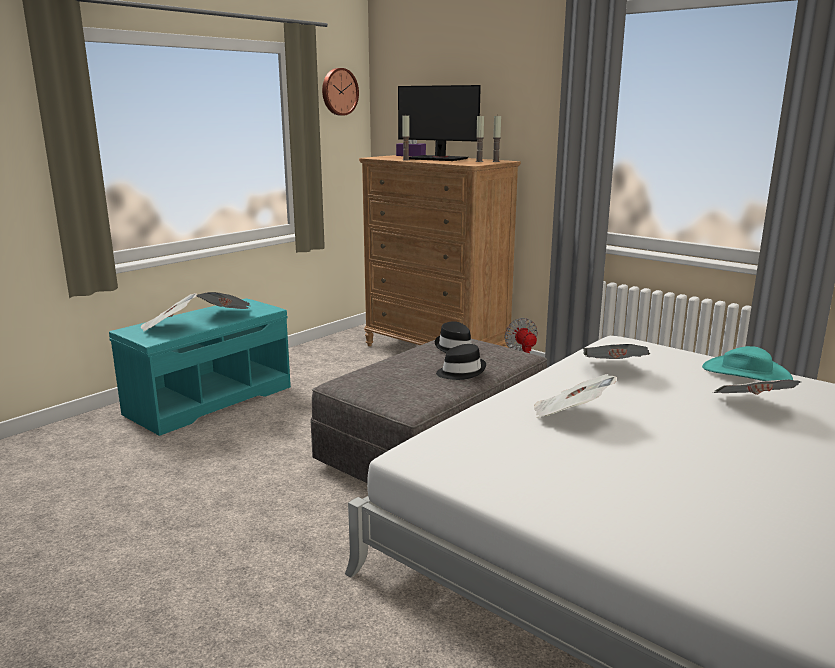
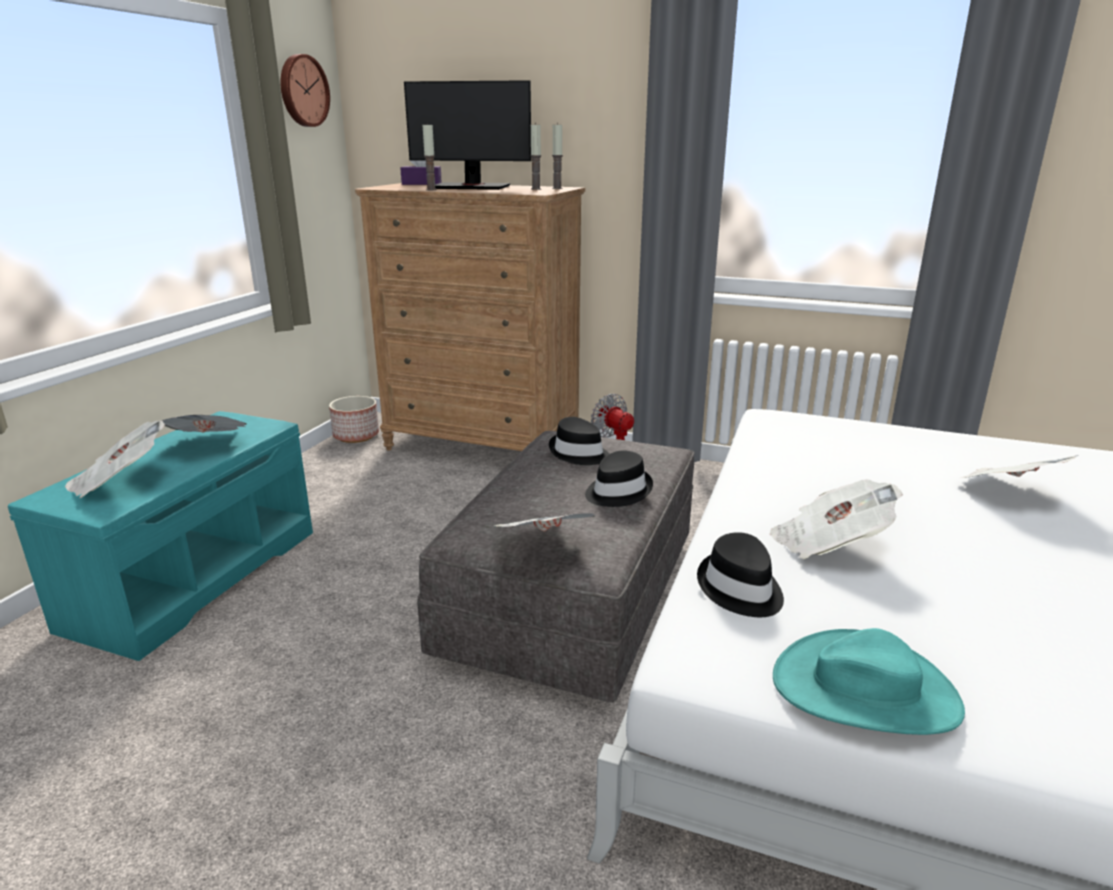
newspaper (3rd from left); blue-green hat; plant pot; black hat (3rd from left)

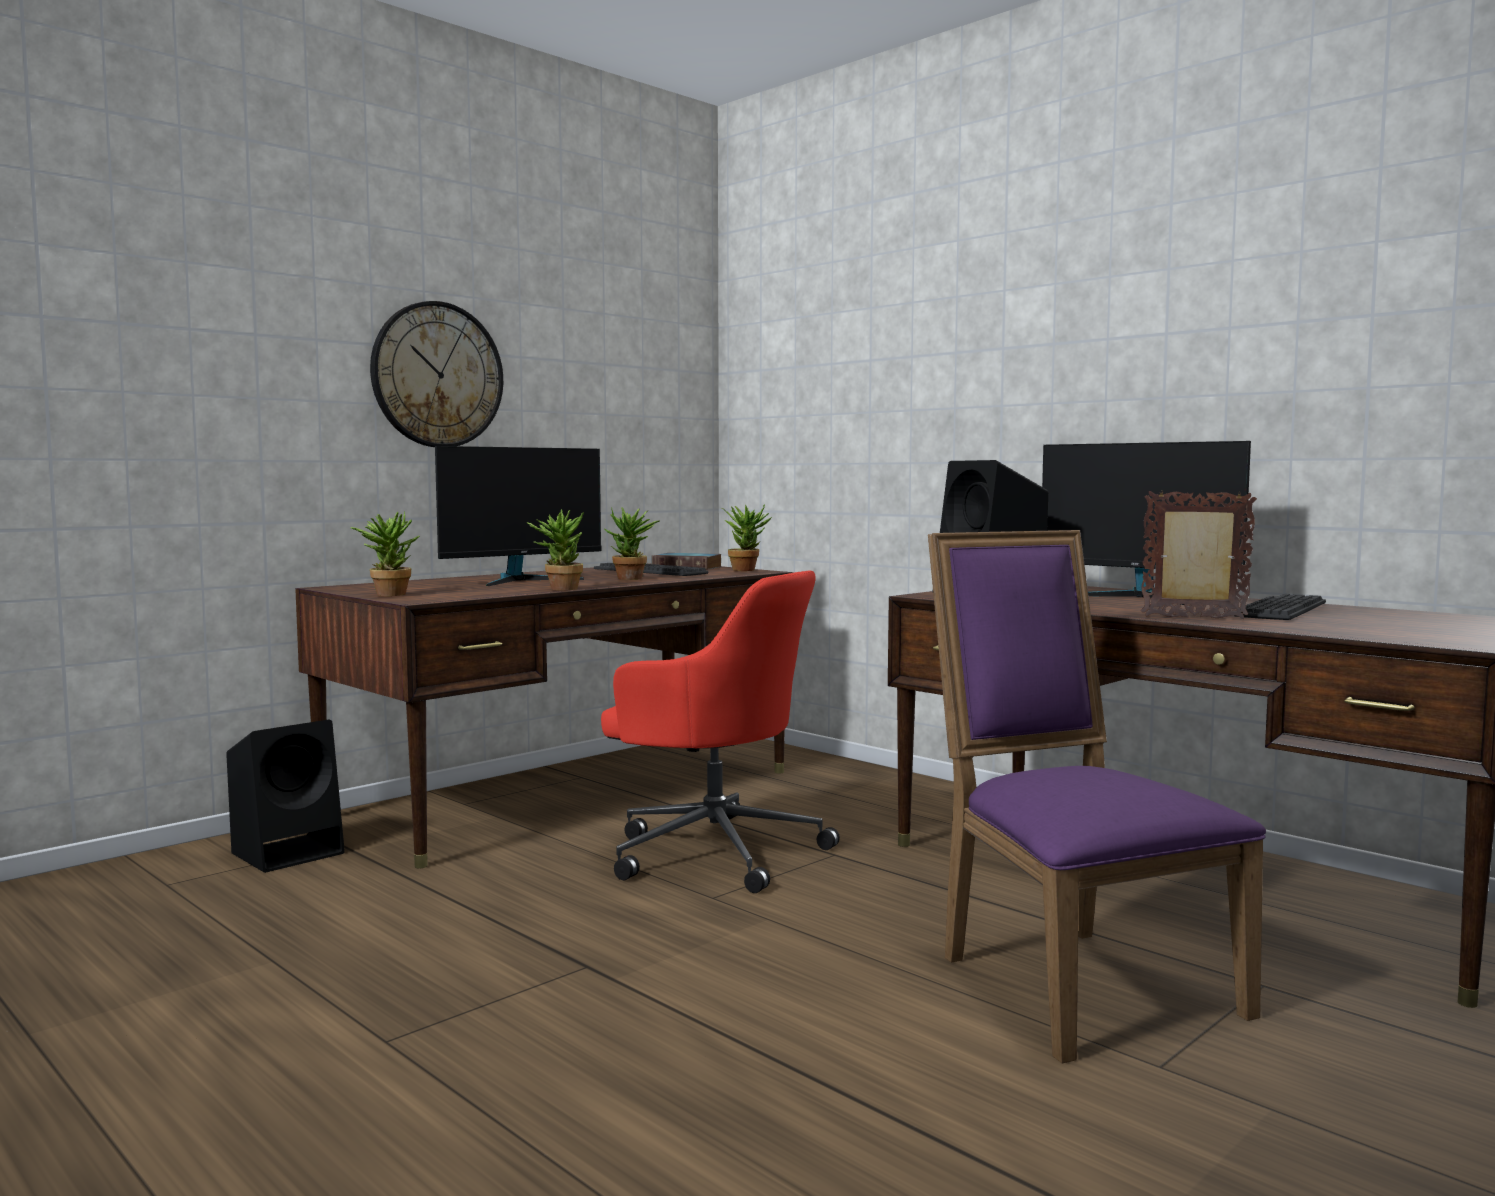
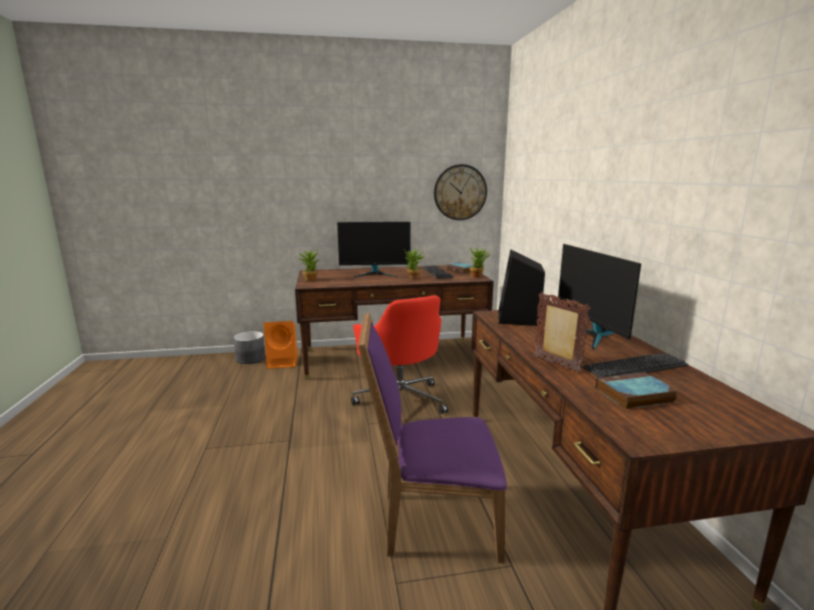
orangey audio speaker; clock on the wall; potted plant (2nd from left in the first image); purple chair; grey plant pot; book (2nd from left)

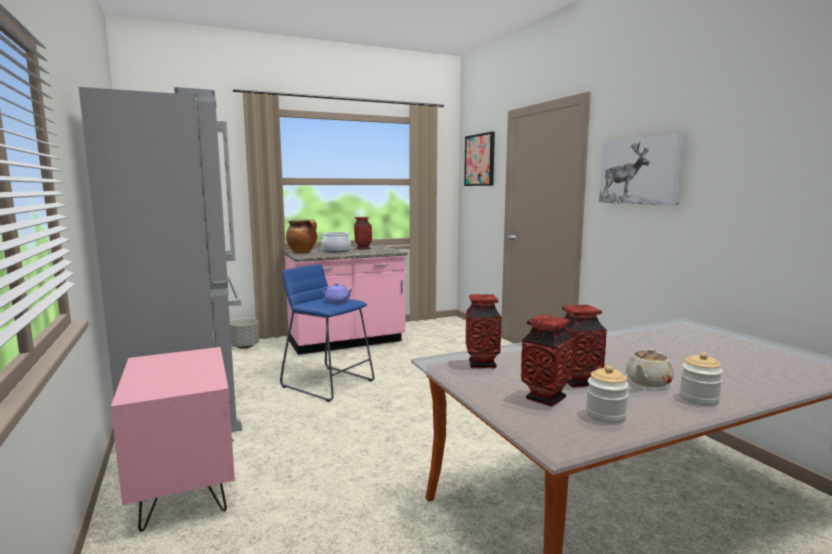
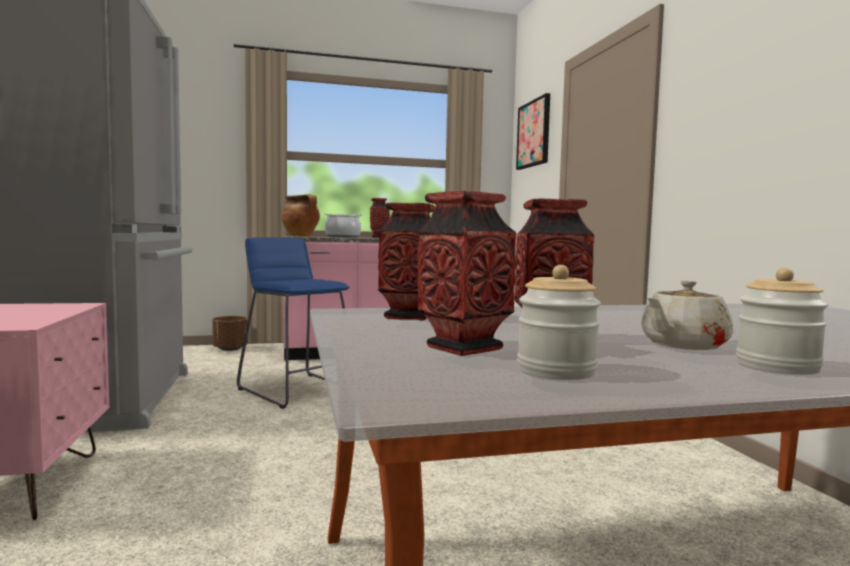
brown plant pot; purple teapot; wall art (2nd from left in the first image)

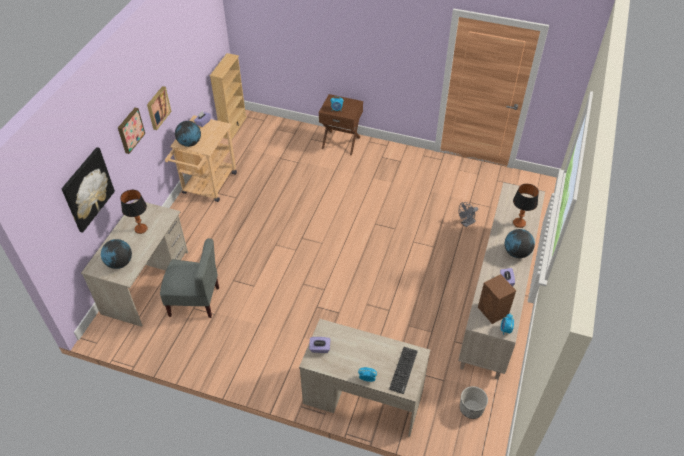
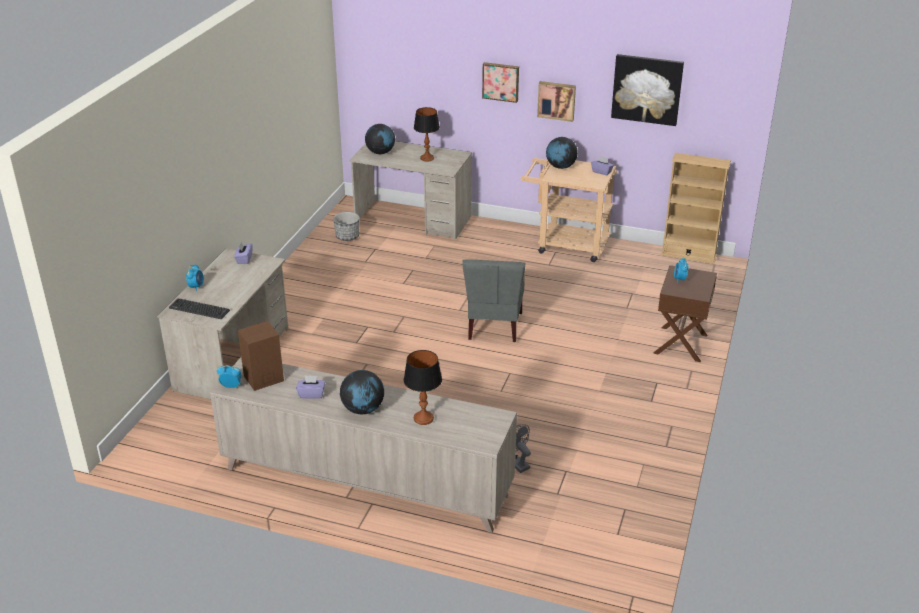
wall art (3rd from left); grey chair; plant pot

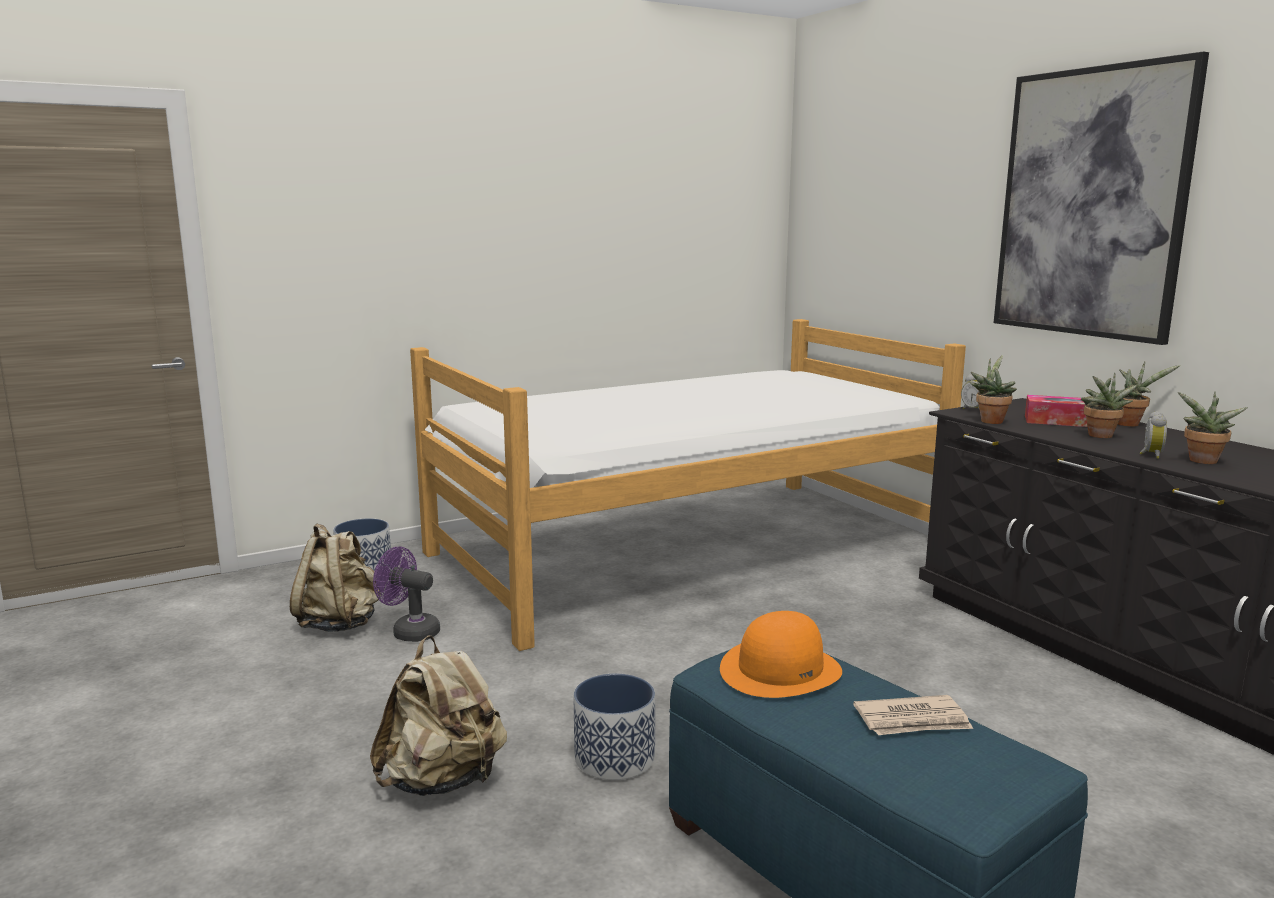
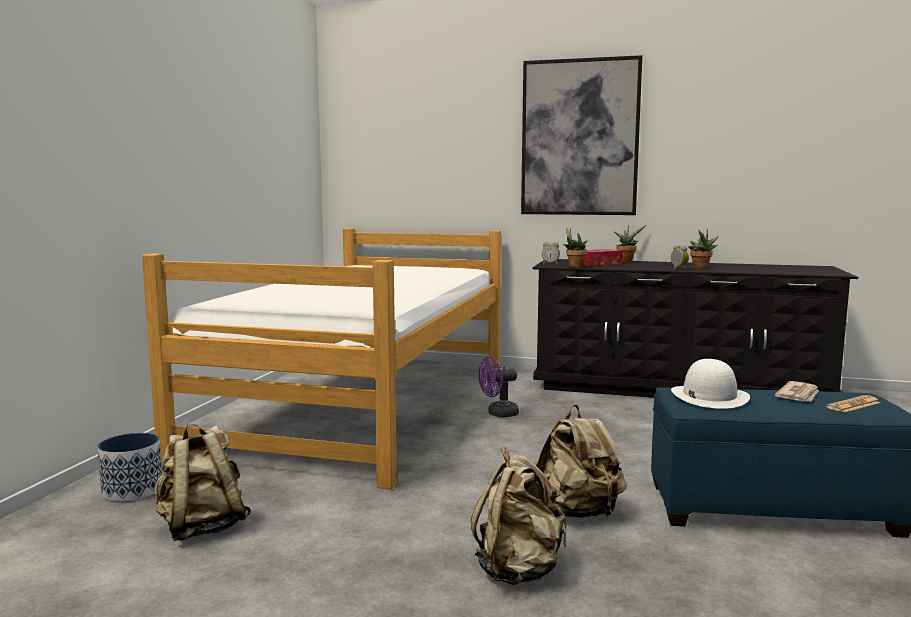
purple electric fan; sand-coloured backpack (3rd from left); whitish hat; potted plant (2nd from left in the first image); newspaper (2nd from left)

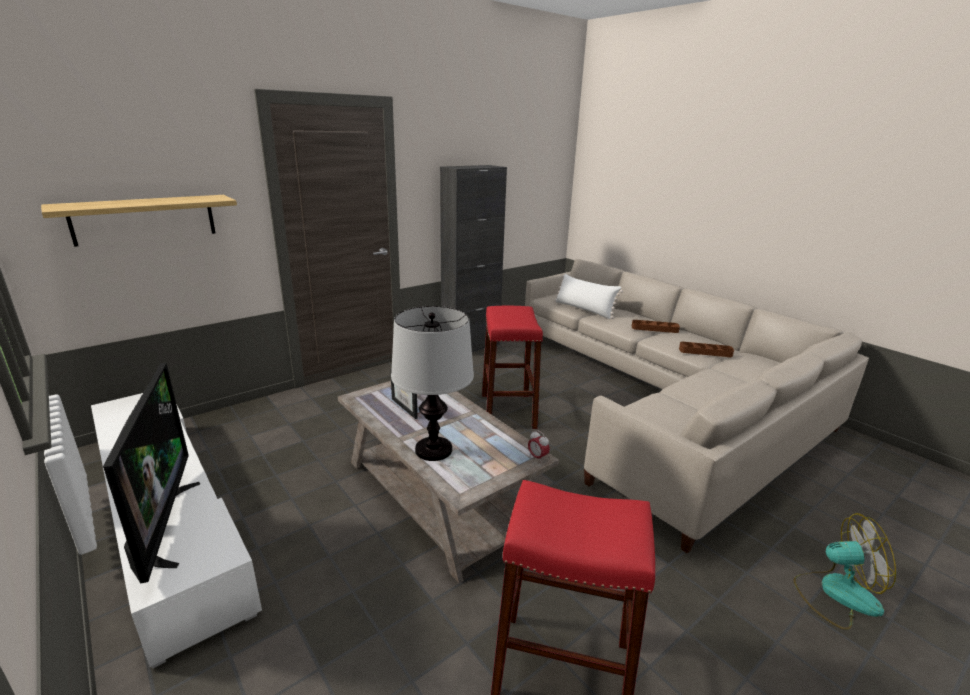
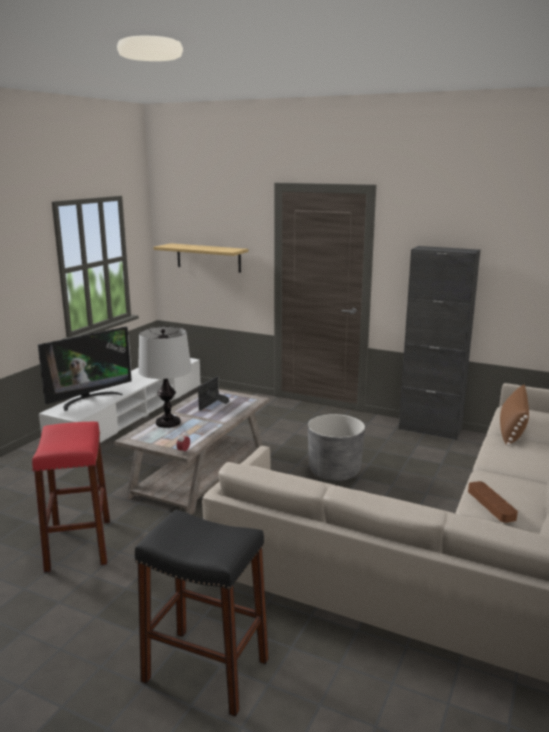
grey plant pot; brown throw pillow; brown serving tray (1st from left in the first image); black stool

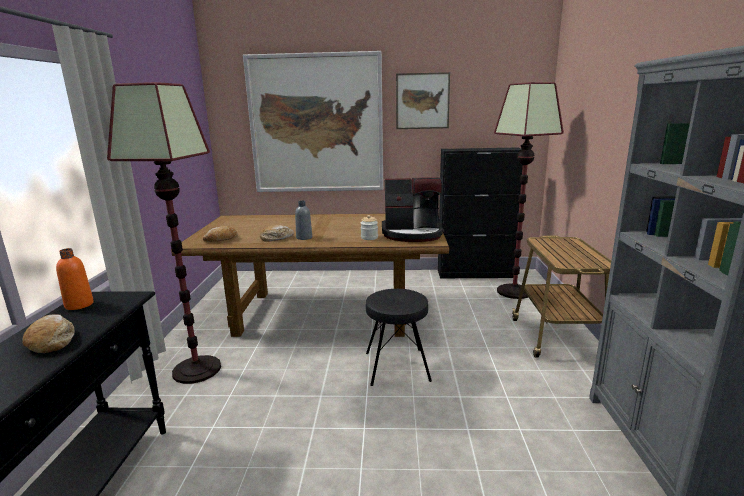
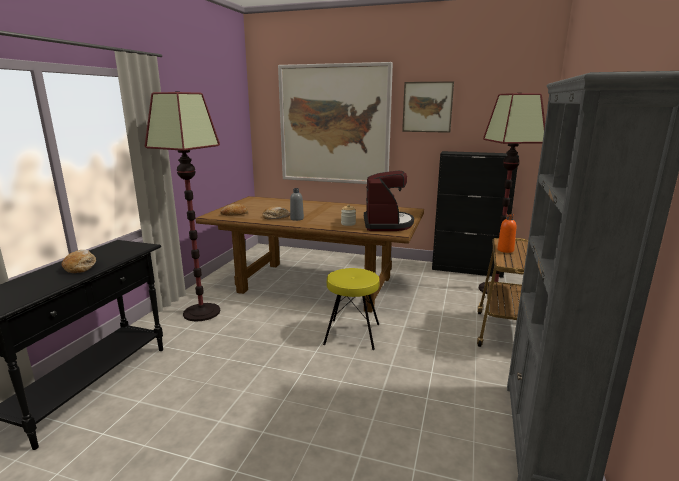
orangey beverage bottle; yellow-coloured stool; coffee machine

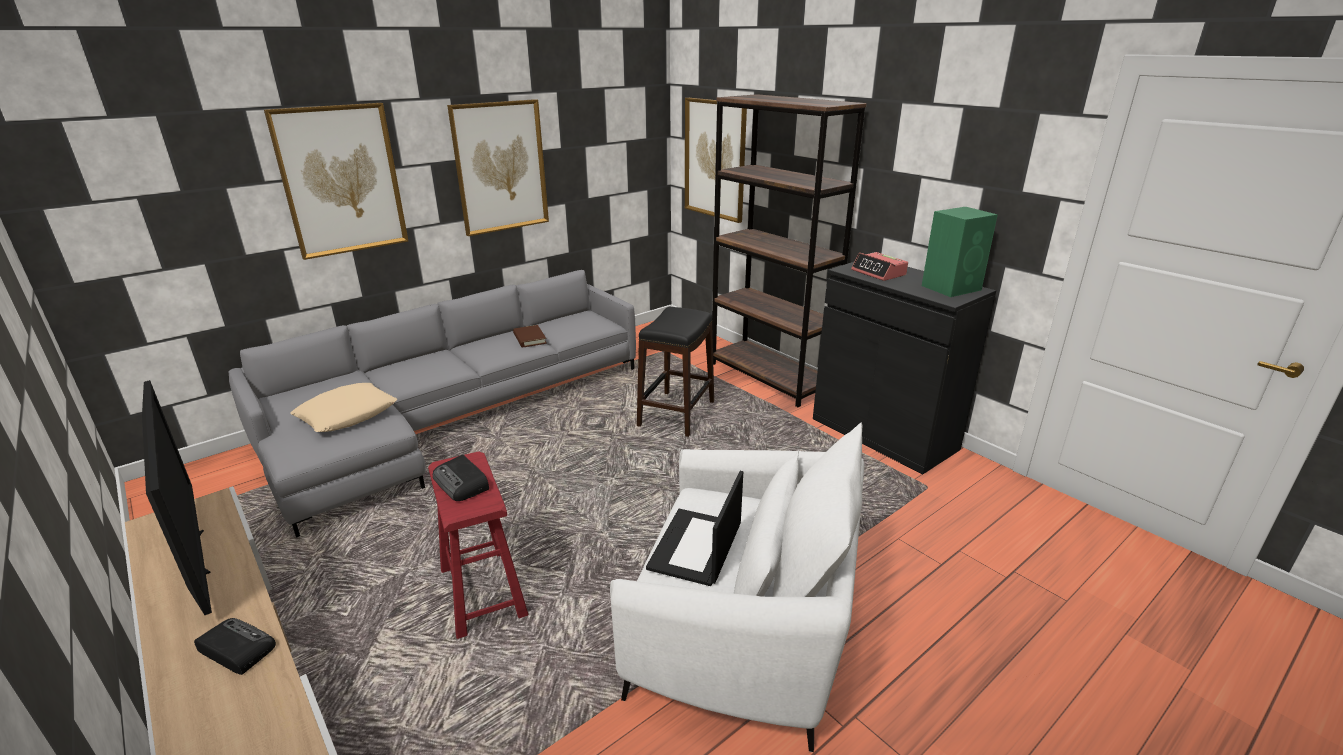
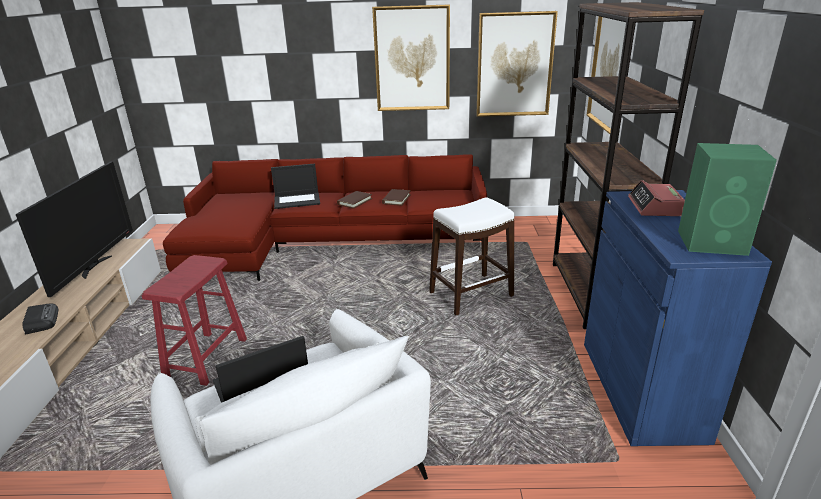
reddish settee; wall art (2nd from left); sand-coloured throw pillow; radio (2nd from left in the first image); whitish stool; blue cabinet; notebook computer (2nd from left); brown book (1st from left)

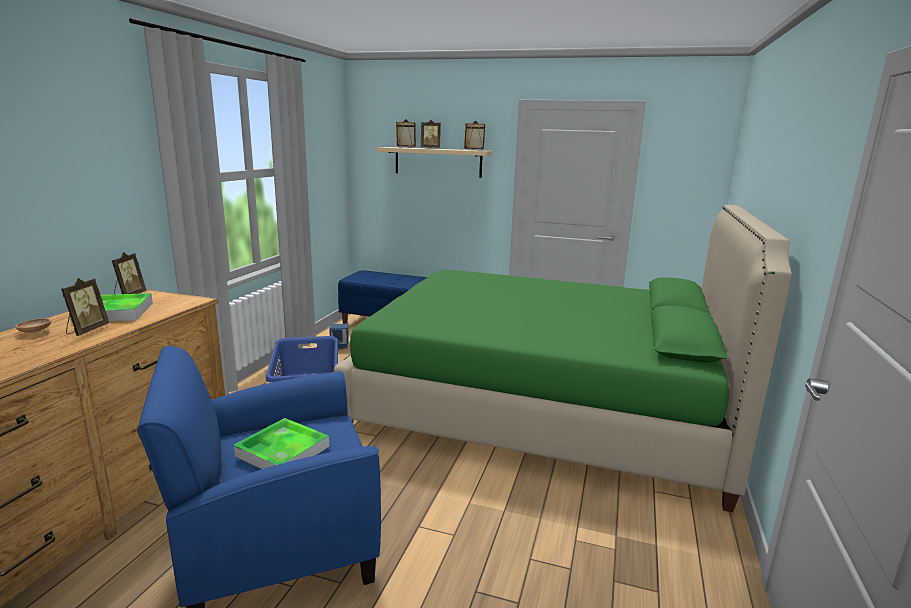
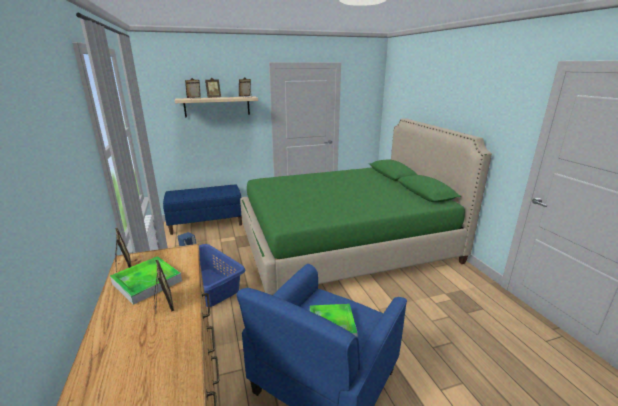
brown bowl

